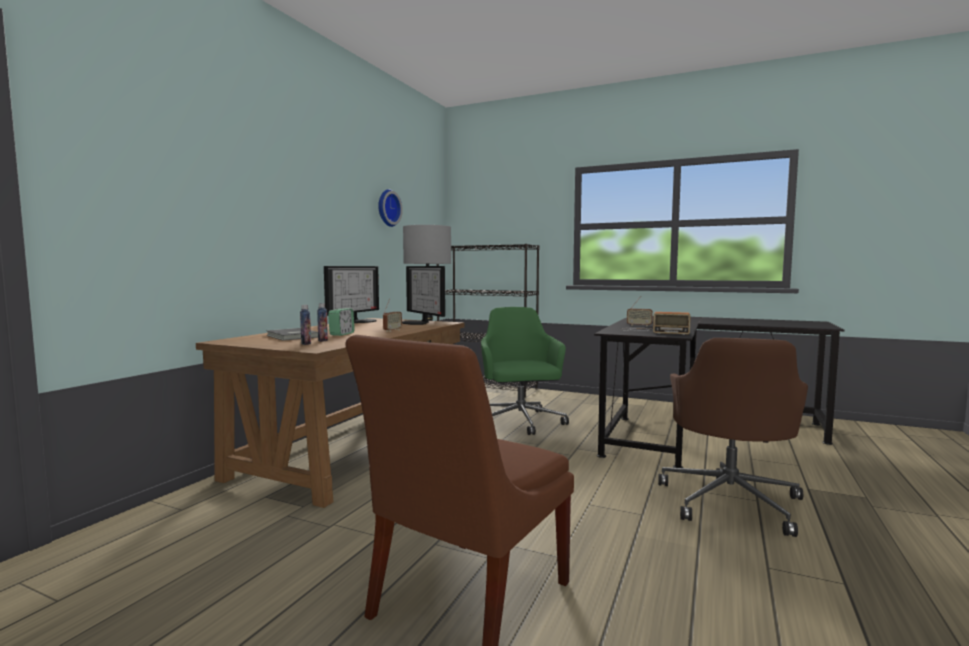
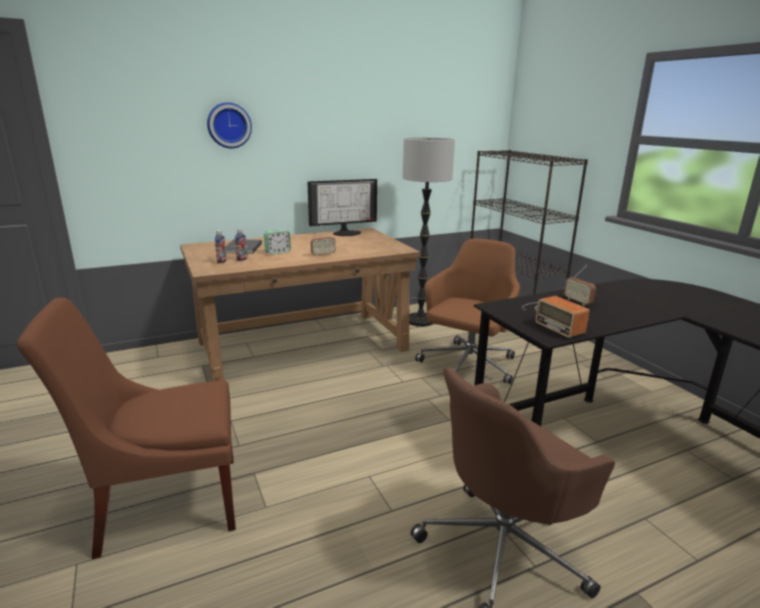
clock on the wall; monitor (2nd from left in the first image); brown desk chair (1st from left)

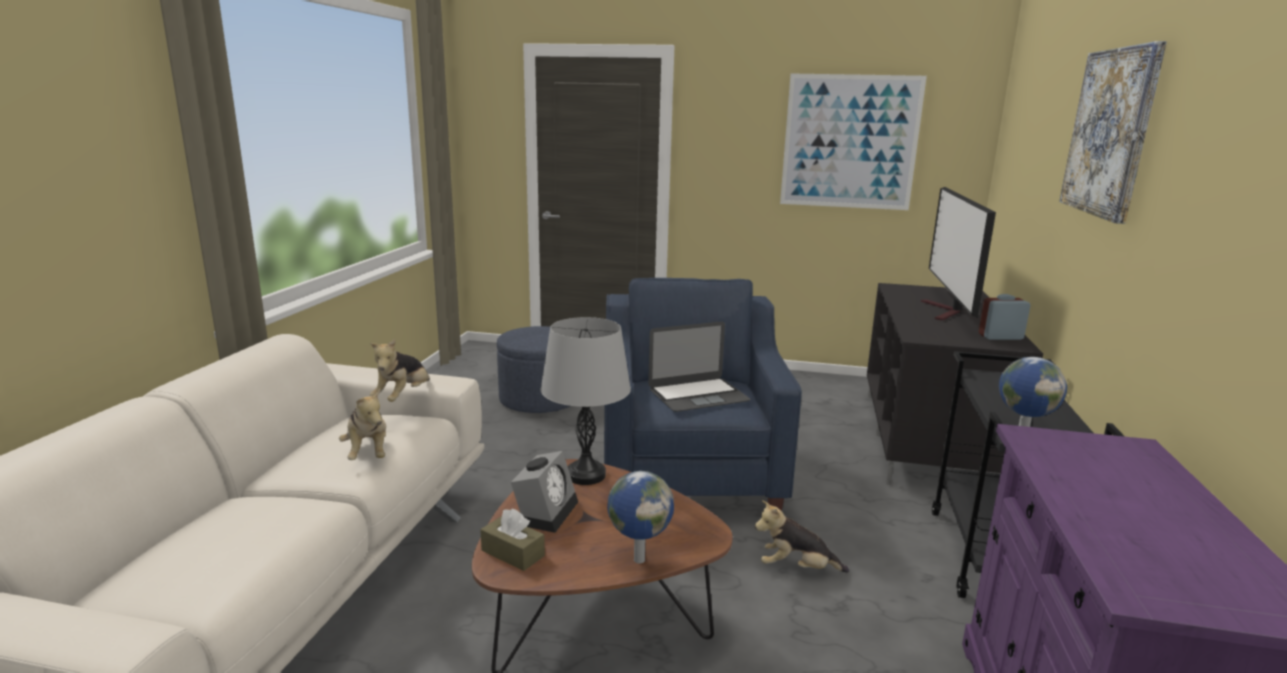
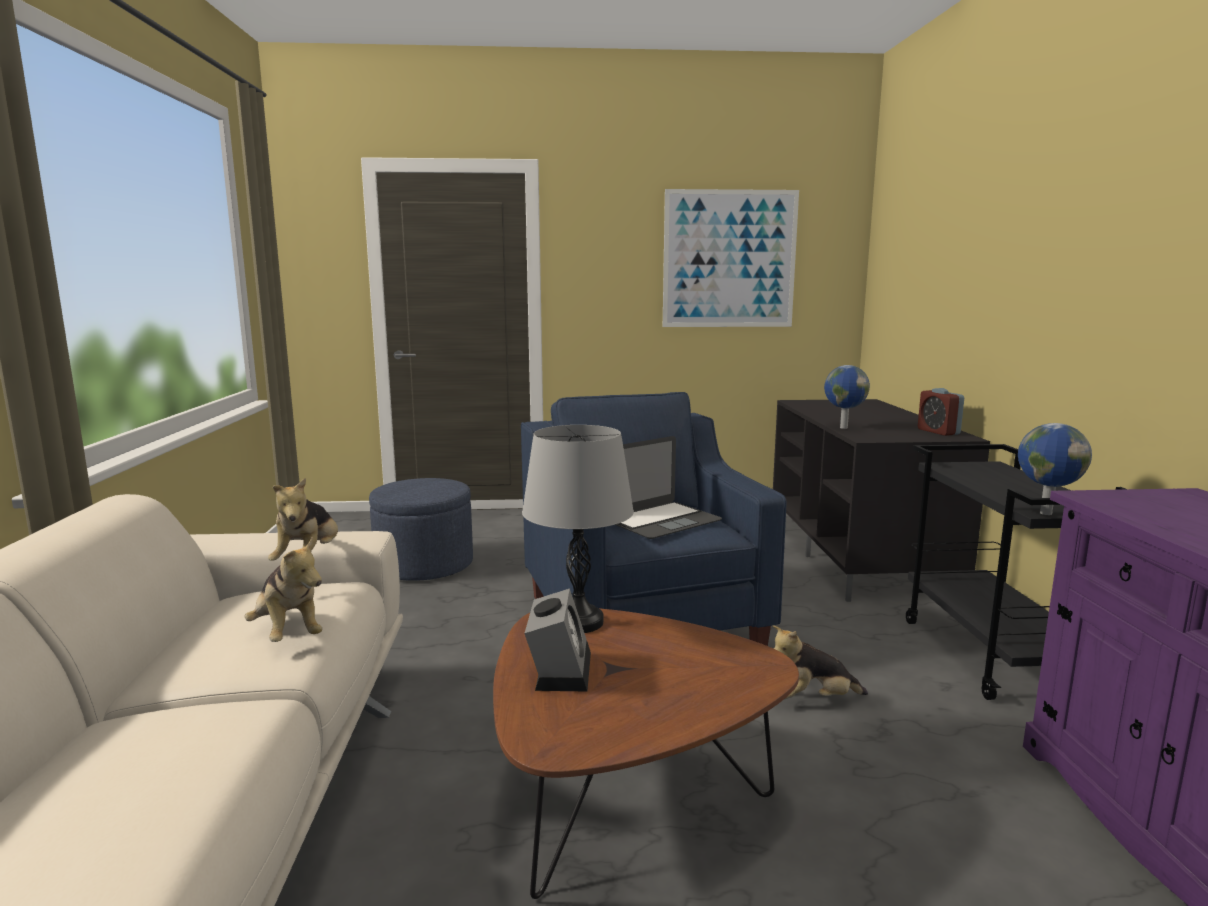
brown tissue holder; desk globe (1st from left); TV; table clock (2nd from left); wall art (2nd from left in the first image)

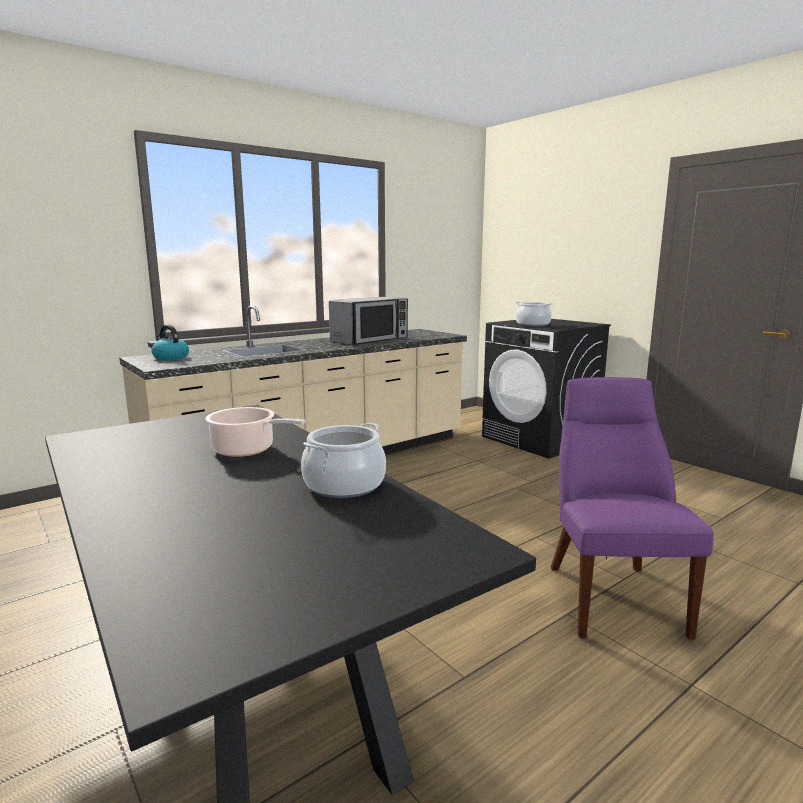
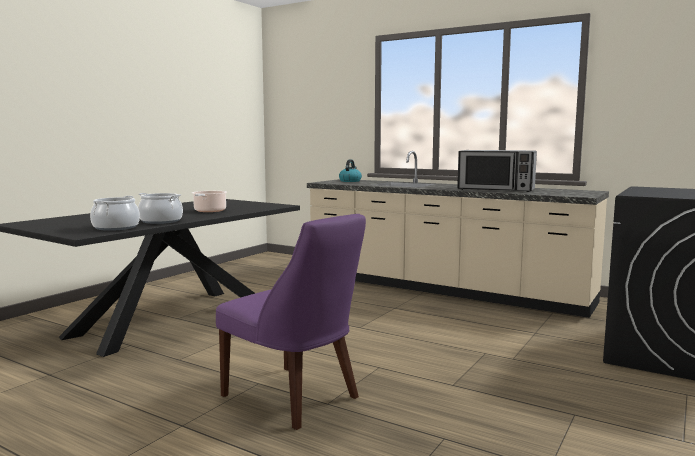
cooking pot (1st from left); purple chair

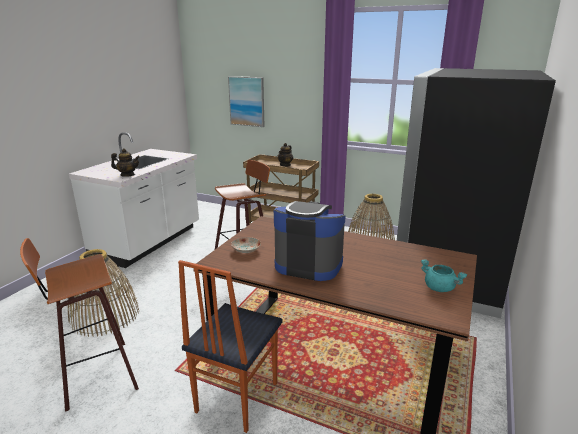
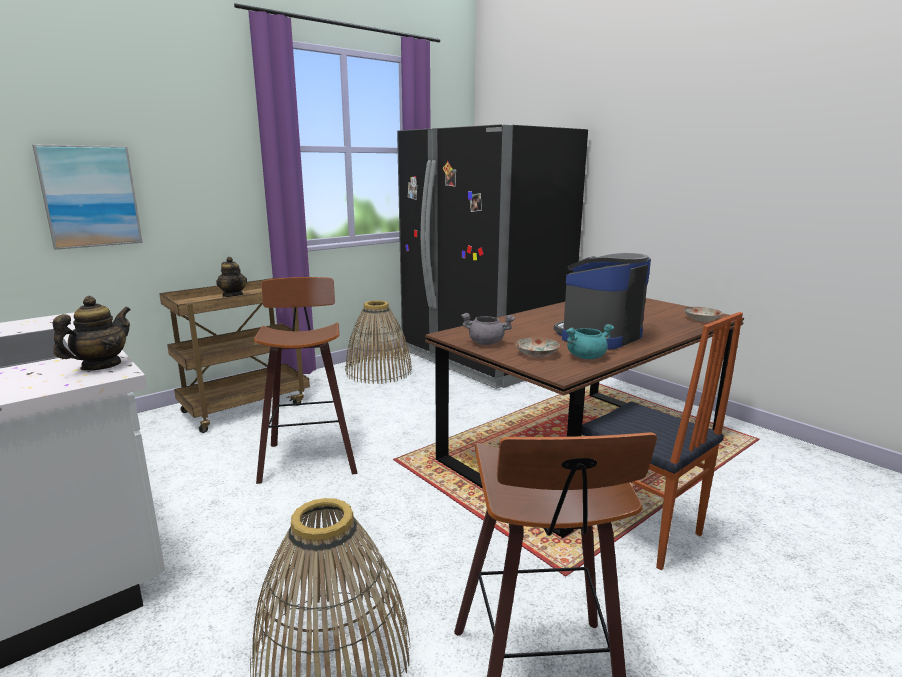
blue-green cooking pot; grey cooking pot; dinner plate (2nd from left)

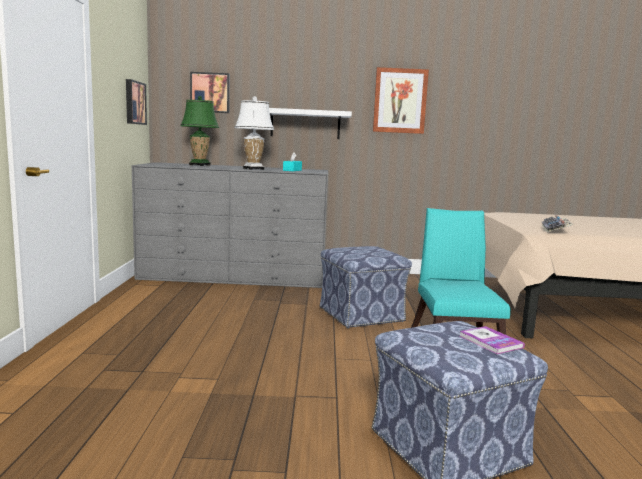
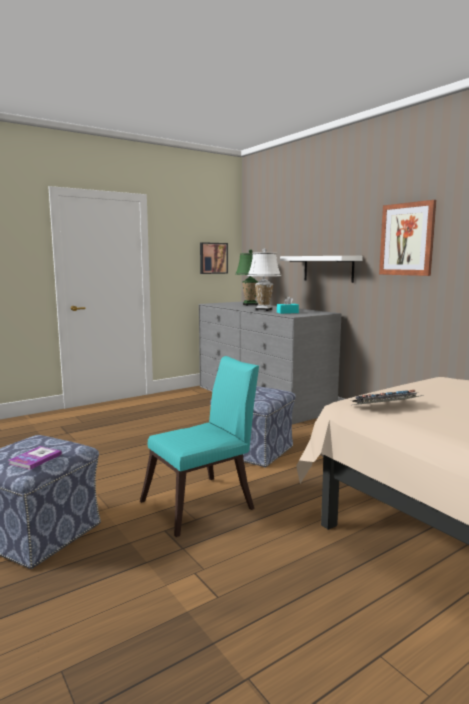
wall art (2nd from left in the first image)

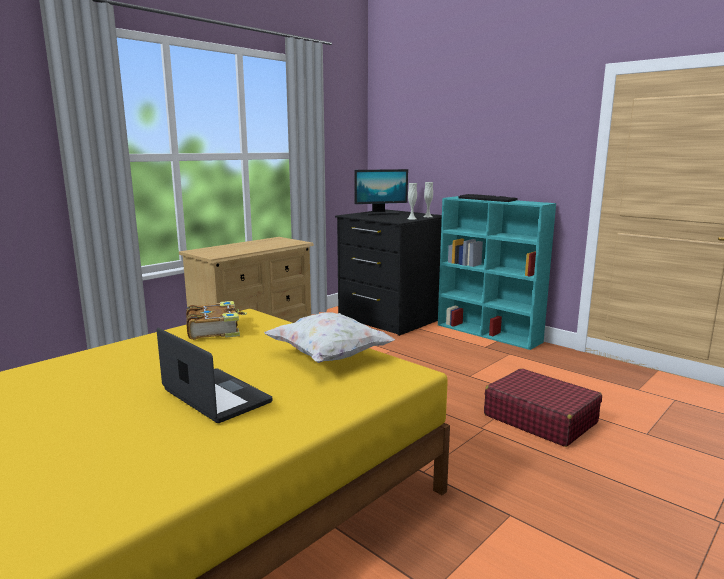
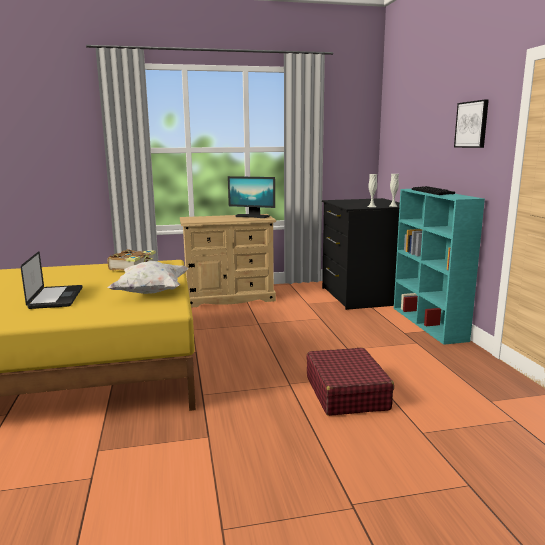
monitor; wall art

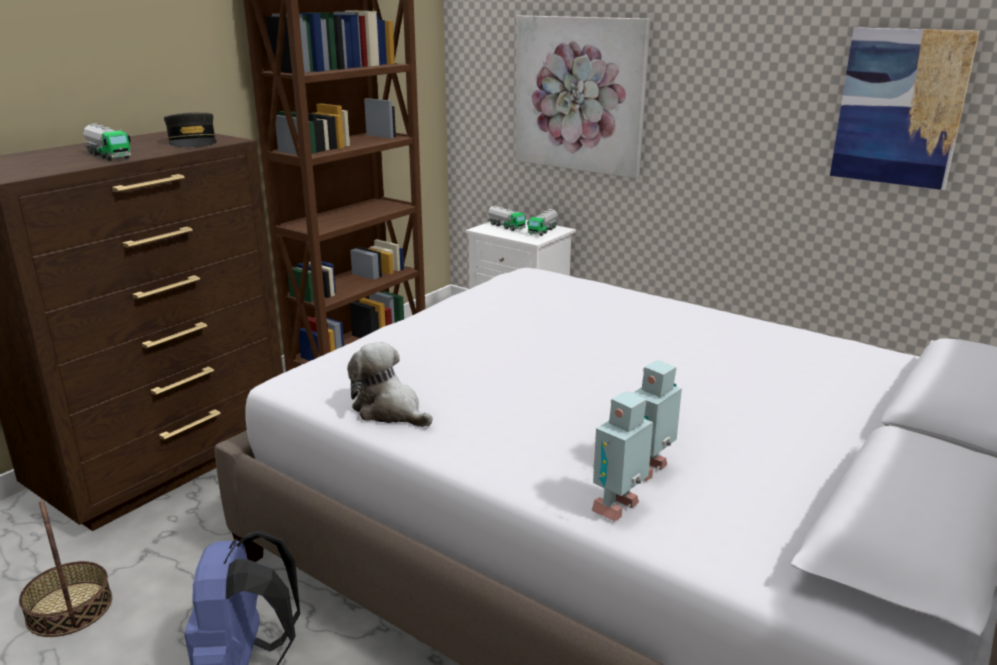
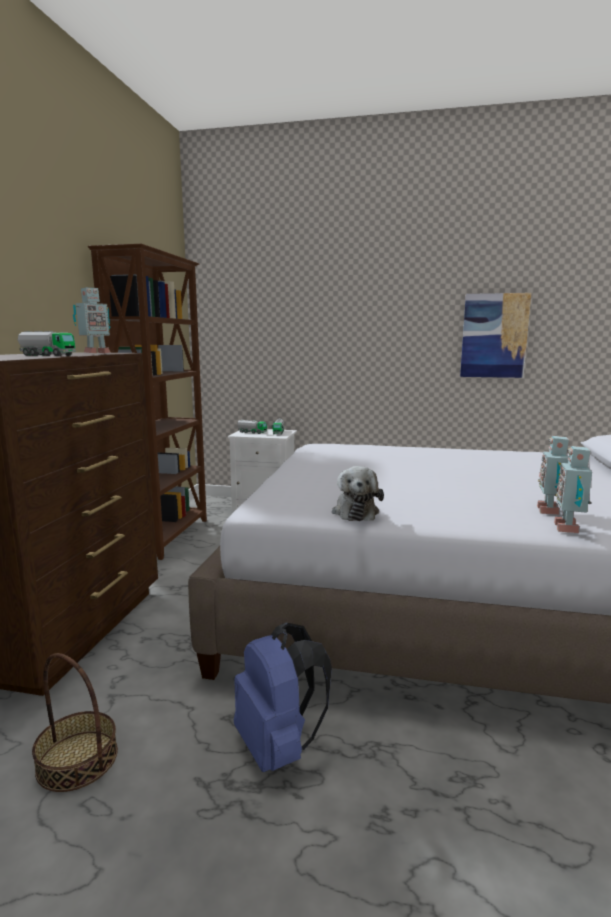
robot figure (1st from left); soft toy; wall art (1st from left in the first image)

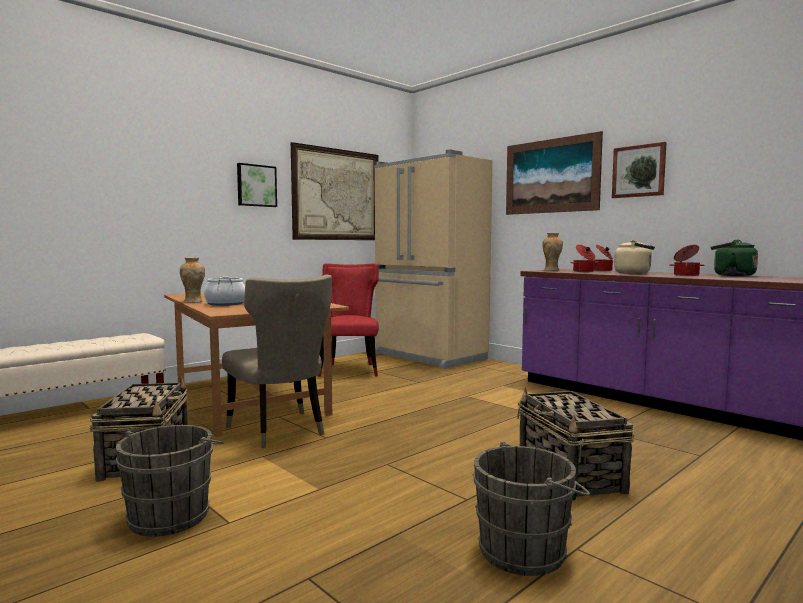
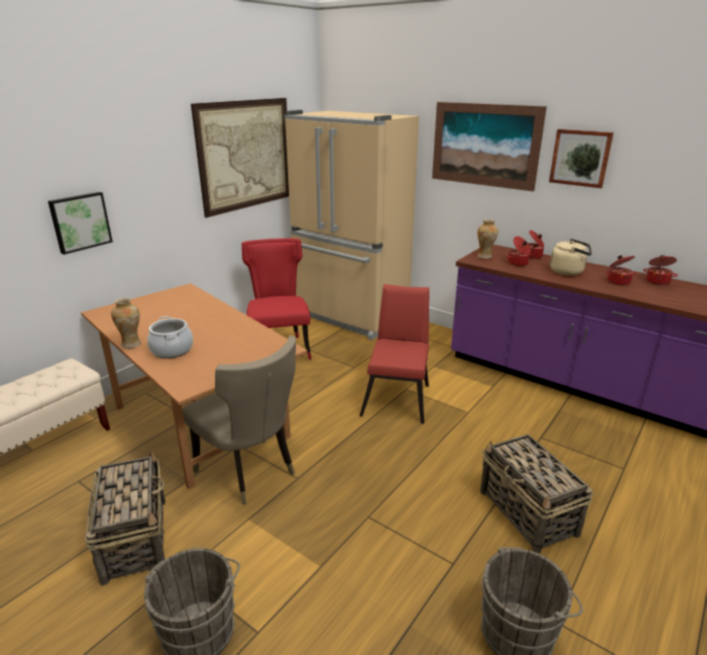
wall art (1st from left); cooking pot (5th from left); reddish chair (2nd from left)

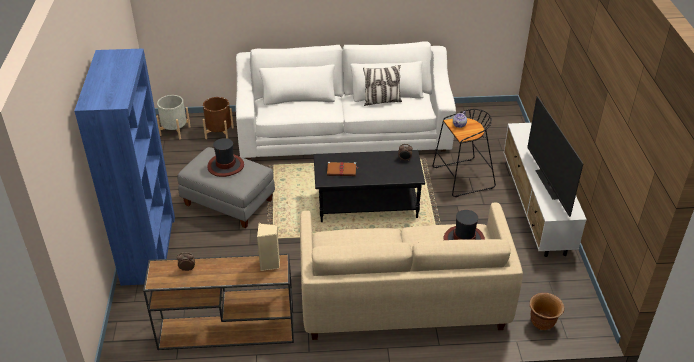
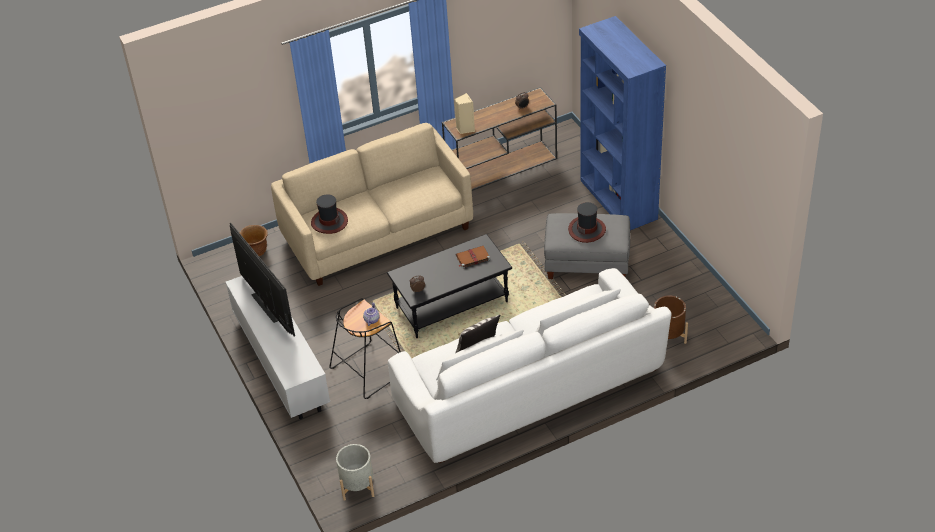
grey plant pot

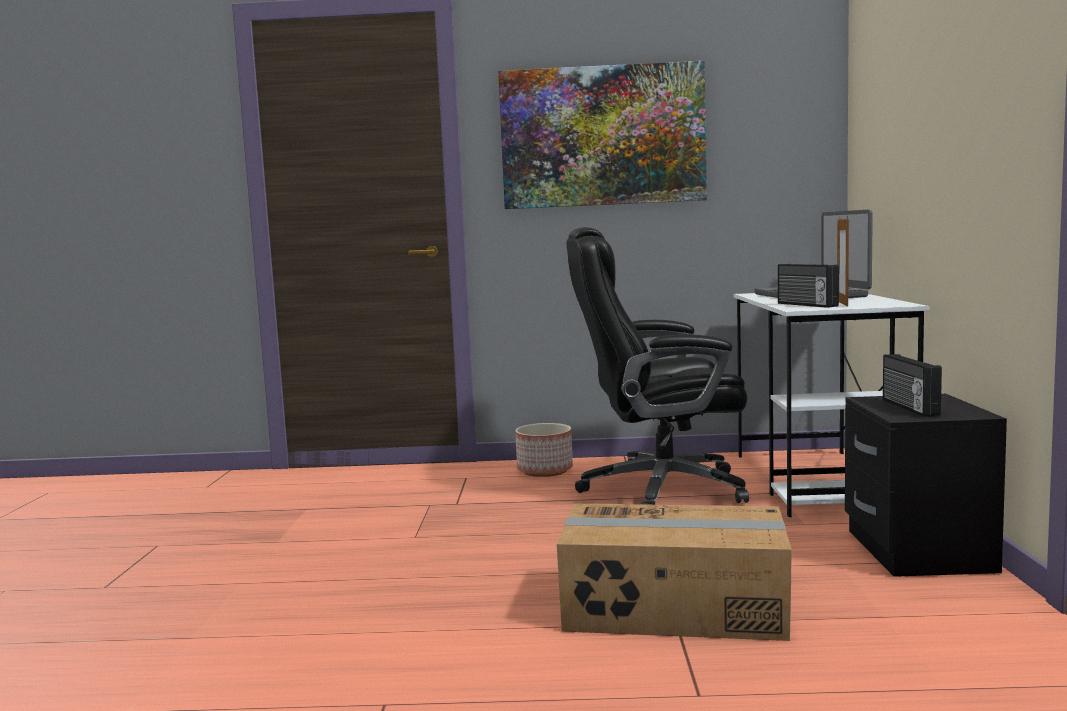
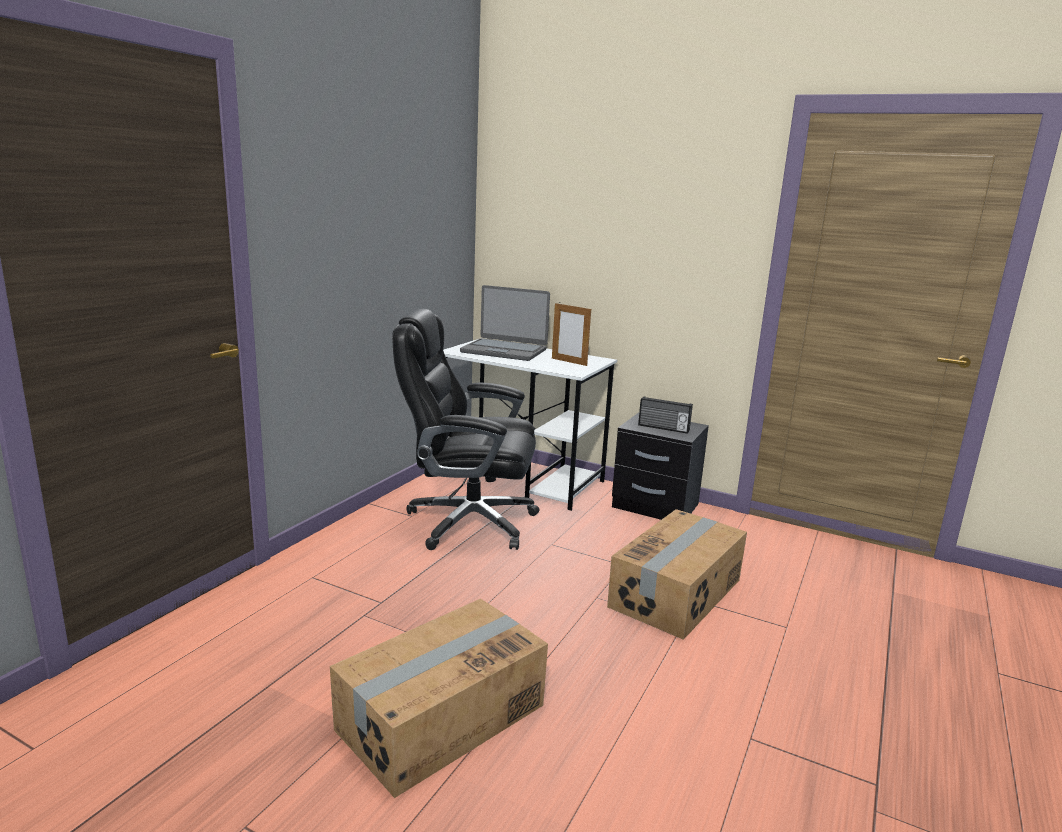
wall art; plant pot; black desk chair; radio (1st from left in the first image); carton (1st from left)

